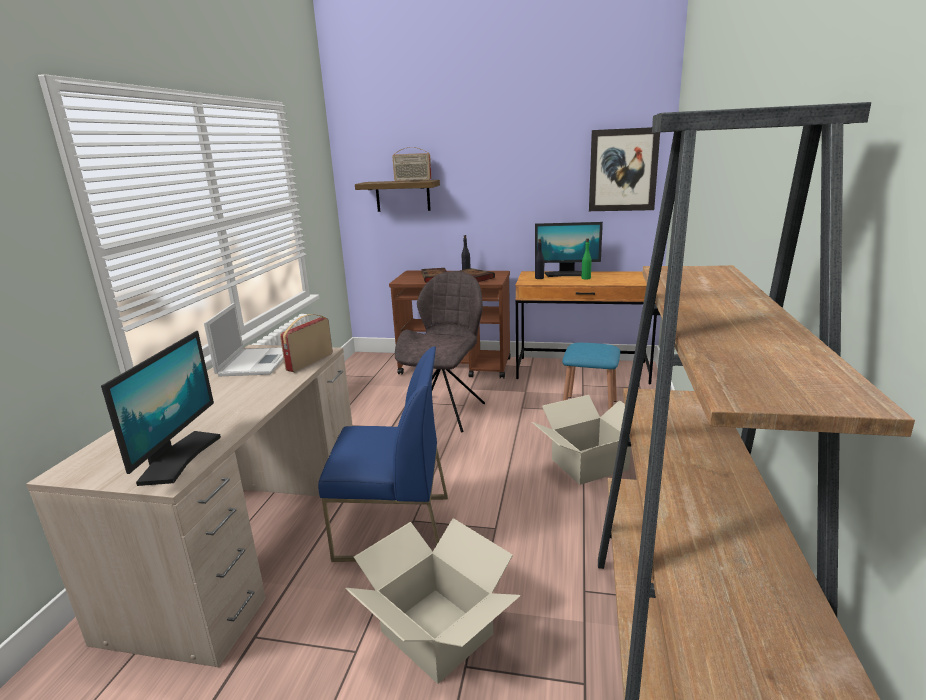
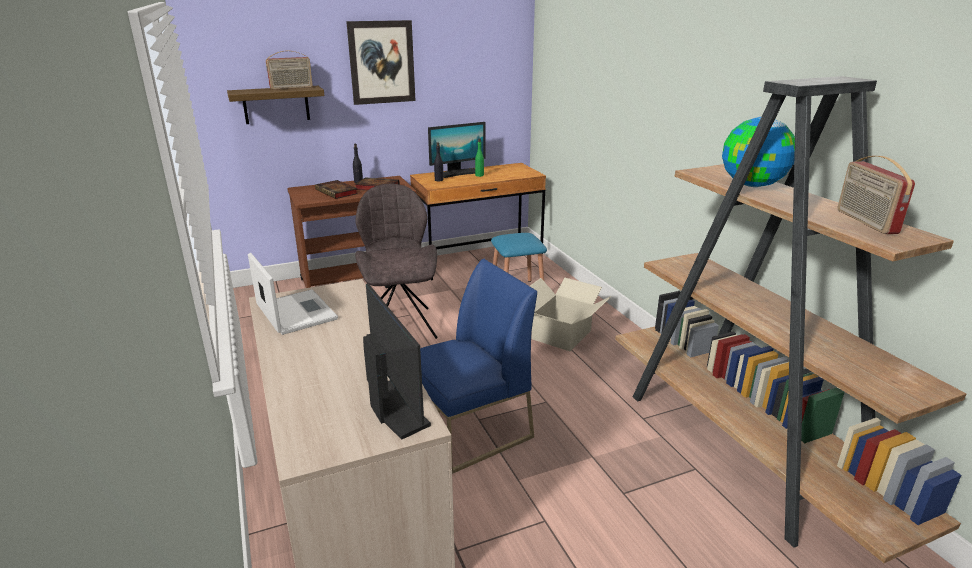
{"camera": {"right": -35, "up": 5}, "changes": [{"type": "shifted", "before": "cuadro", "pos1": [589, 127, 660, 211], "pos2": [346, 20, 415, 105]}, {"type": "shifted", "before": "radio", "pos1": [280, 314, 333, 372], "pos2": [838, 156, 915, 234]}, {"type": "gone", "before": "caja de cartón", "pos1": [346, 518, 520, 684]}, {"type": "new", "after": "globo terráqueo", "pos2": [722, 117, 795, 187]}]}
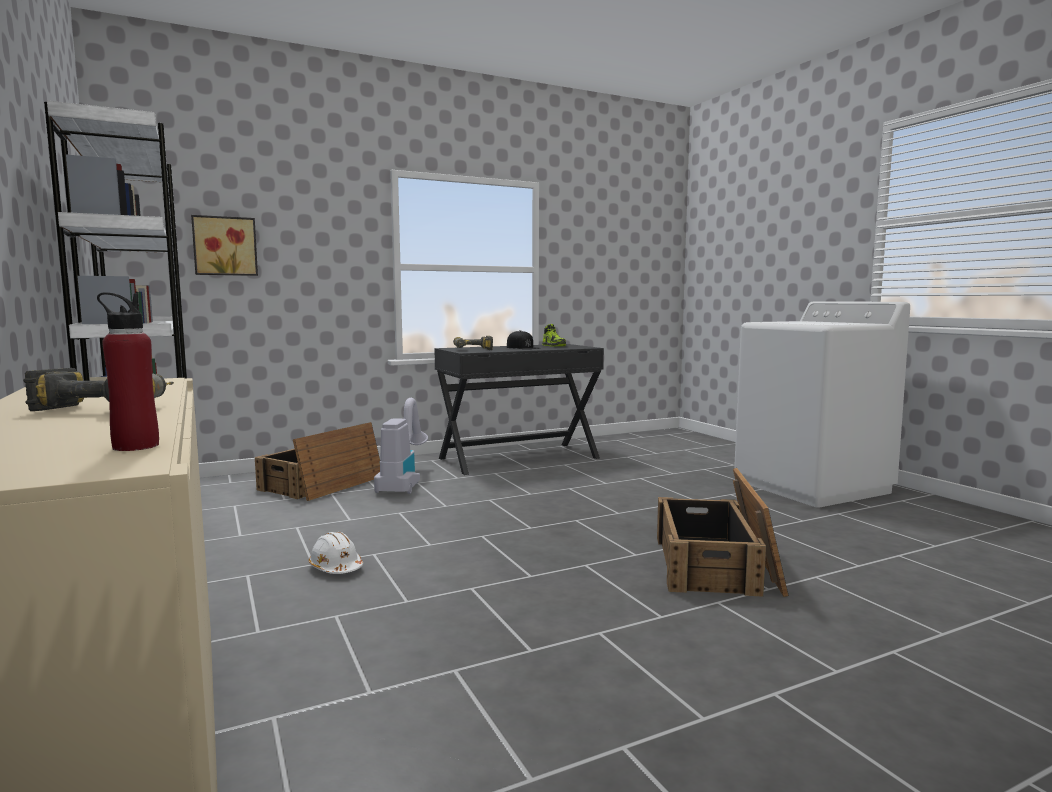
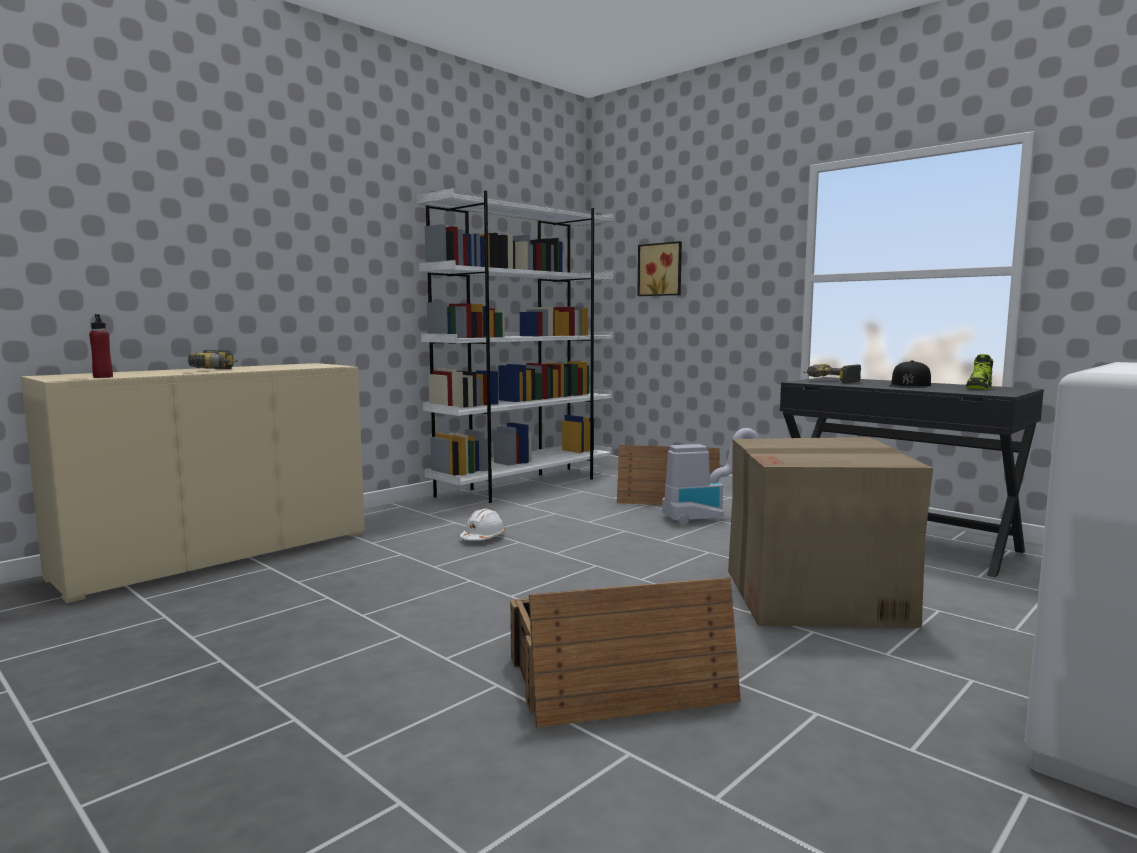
{"camera": {"right": 70, "up": 0}, "changes": [{"type": "new", "after": "caja de cartón", "pos2": [728, 437, 933, 628]}]}
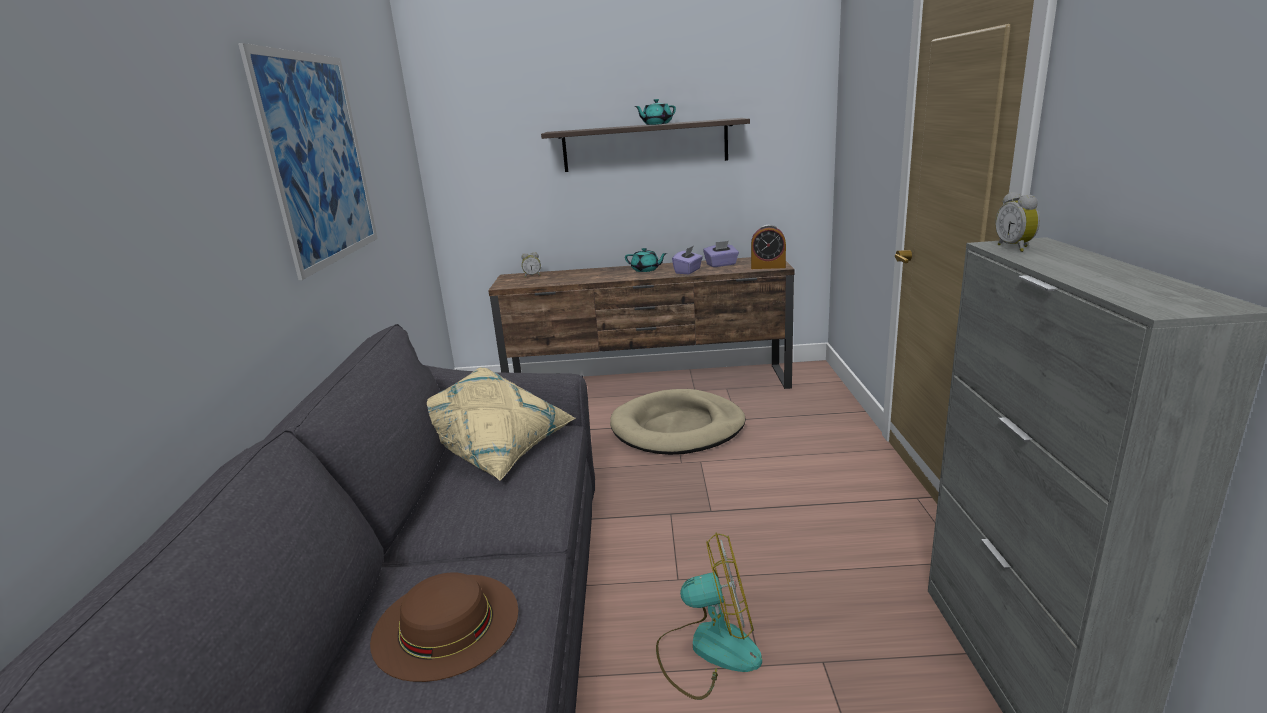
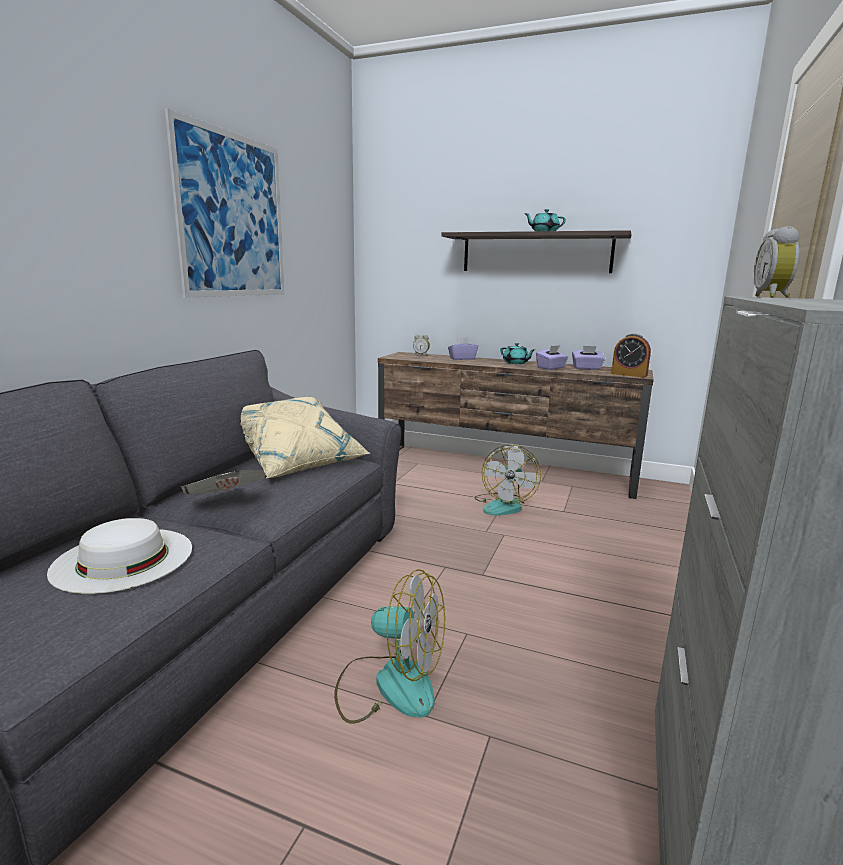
{"camera": {"right": 20, "up": -5}, "changes": [{"type": "swapped", "before": "cama para perro (beis)", "after": "ventilador", "pos1": [610, 389, 746, 455], "pos2": [474, 445, 541, 515]}, {"type": "repainted", "before": "sombrero (marrón)", "after": "sombrero (blanco)", "pos1": [370, 572, 518, 682], "pos2": [47, 518, 192, 594]}, {"type": "new", "after": "caja de pañuelos (morado)", "pos2": [448, 337, 478, 360]}, {"type": "new", "after": "periódico", "pos2": [180, 470, 267, 495]}]}
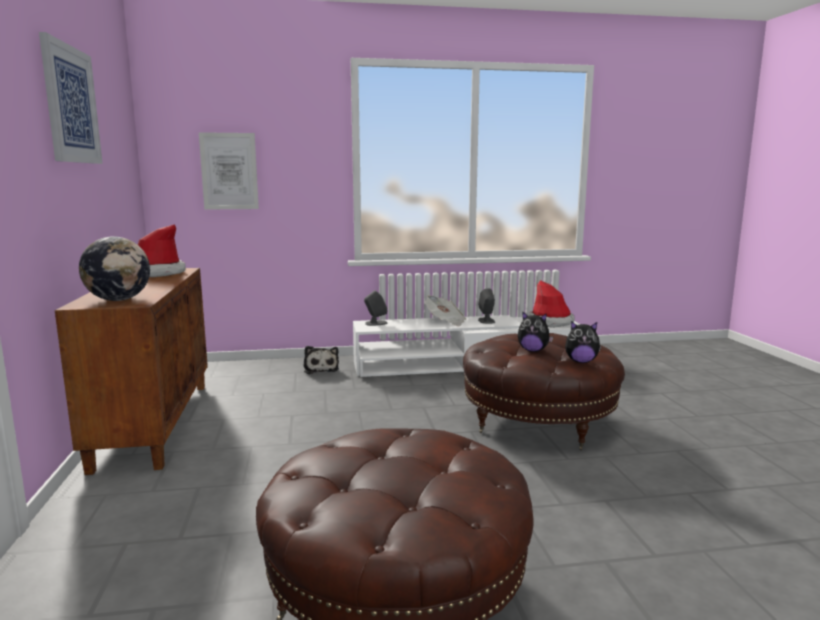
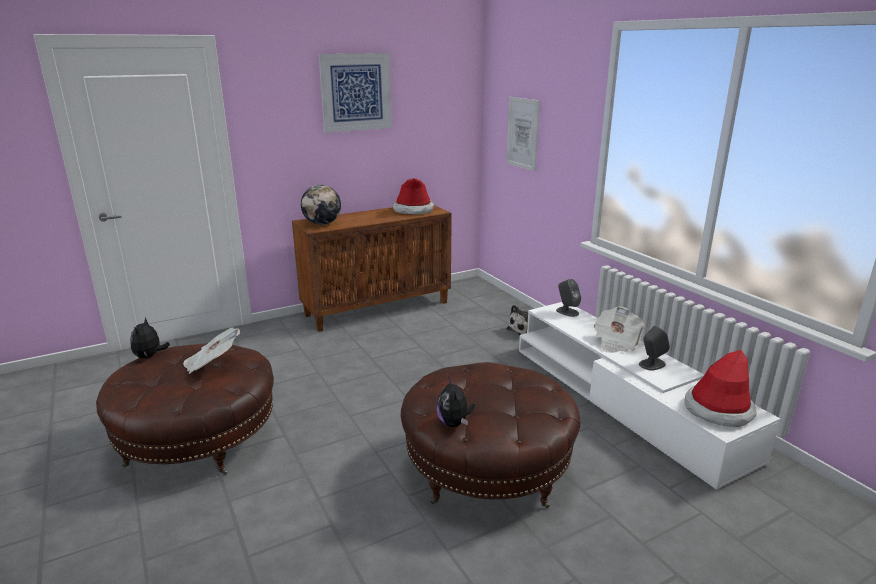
{"camera": {"right": 70, "up": 10}, "changes": [{"type": "shifted", "before": "peluche", "pos1": [518, 312, 554, 352], "pos2": [130, 318, 170, 359]}, {"type": "new", "after": "periódico", "pos2": [183, 328, 240, 374]}]}
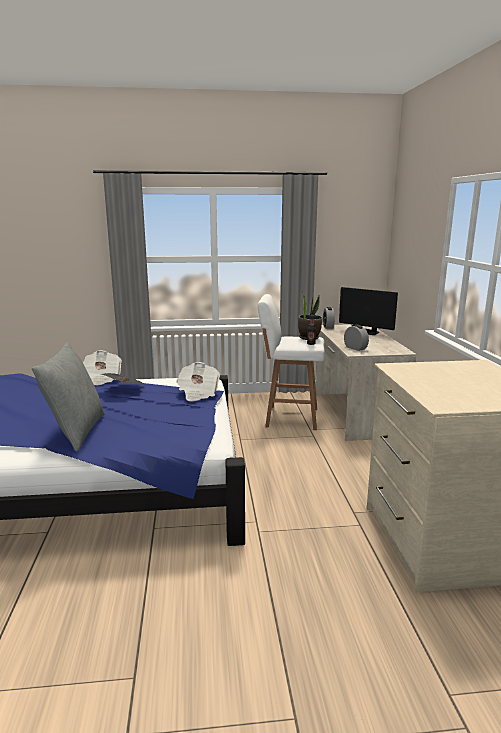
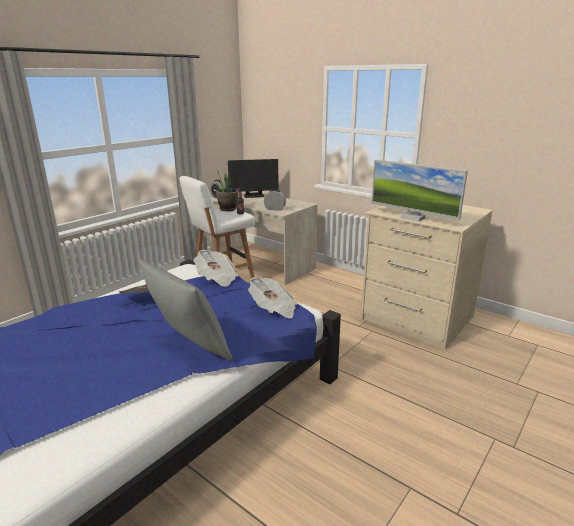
{"camera": {"right": -45, "up": 5}, "changes": [{"type": "shifted", "before": "periódico", "pos1": [83, 350, 122, 386], "pos2": [248, 277, 297, 319]}, {"type": "new", "after": "monitor", "pos2": [371, 159, 468, 222]}]}
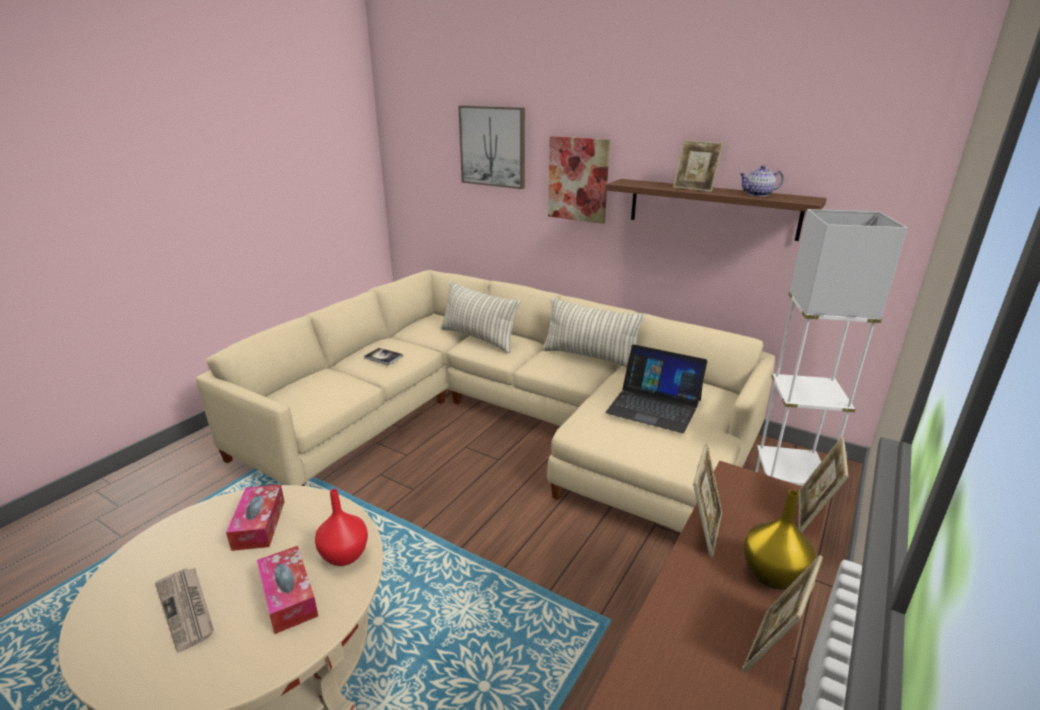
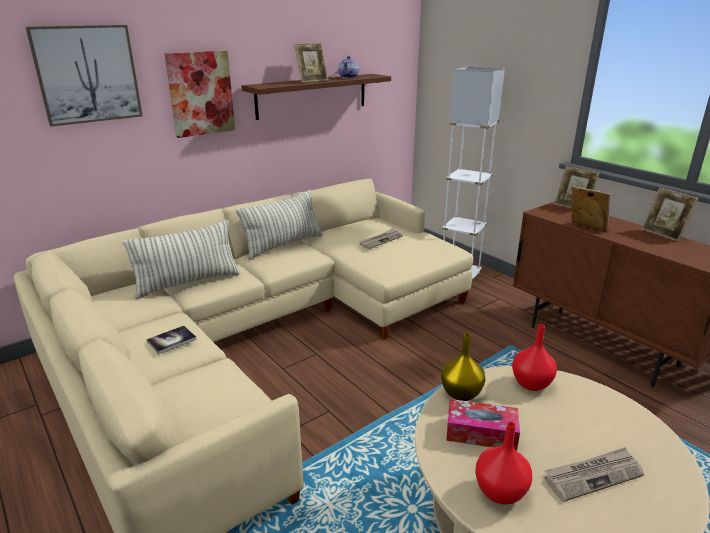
{"camera": {"right": -70, "up": 0}, "changes": [{"type": "swapped", "before": "portátil", "after": "periódico", "pos1": [605, 344, 707, 433], "pos2": [359, 228, 403, 249]}, {"type": "shifted", "before": "florero (amarillo)", "pos1": [744, 490, 815, 590], "pos2": [441, 333, 485, 401]}, {"type": "gone", "before": "caja de pañuelos", "pos1": [257, 546, 318, 634]}, {"type": "new", "after": "florero (rojo)", "pos2": [475, 422, 532, 505]}]}
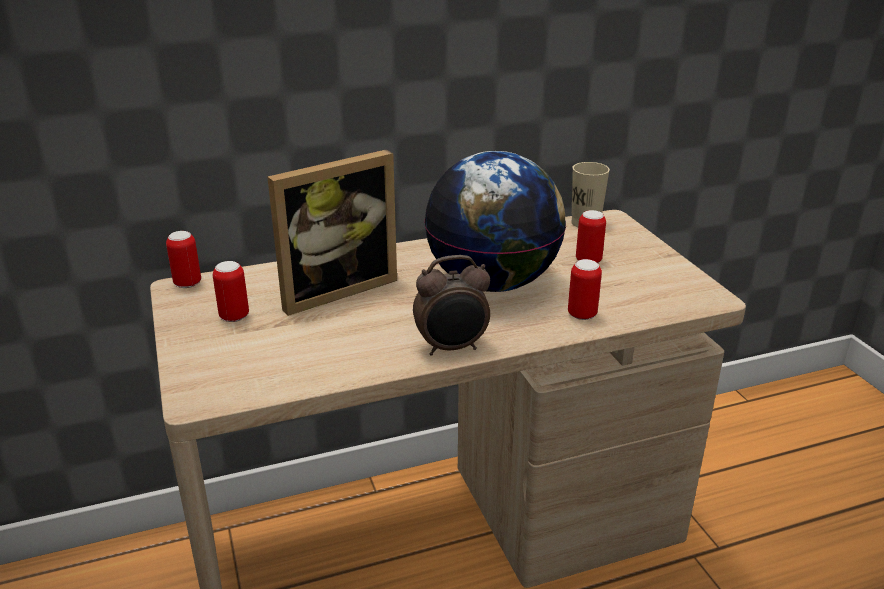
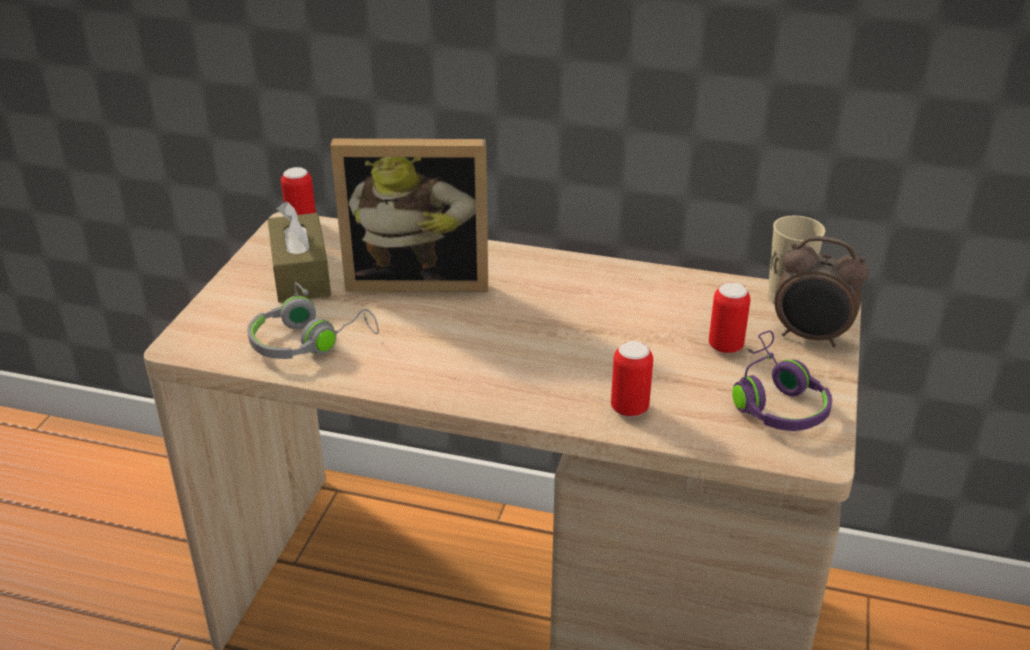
{"camera": {"right": 35, "up": 5}, "changes": [{"type": "gone", "before": "globo terráqueo", "pos1": [424, 151, 566, 292]}, {"type": "shifted", "before": "despertador", "pos1": [413, 255, 490, 356], "pos2": [775, 236, 868, 347]}, {"type": "swapped", "before": "lata", "after": "caja de pañuelos (marrón)", "pos1": [213, 261, 249, 322], "pos2": [268, 201, 331, 303]}, {"type": "new", "after": "auriculares (gris)", "pos2": [247, 282, 379, 359]}, {"type": "new", "after": "auriculares (morado)", "pos2": [732, 331, 832, 431]}]}
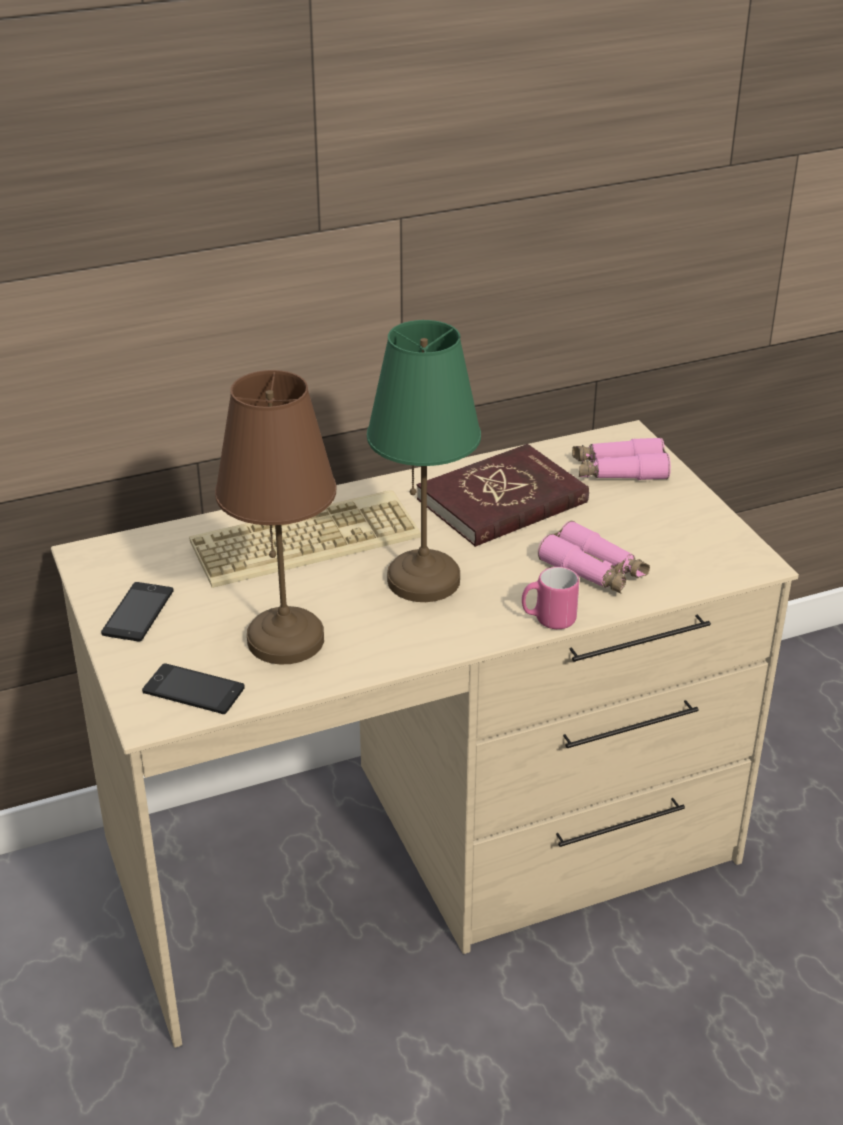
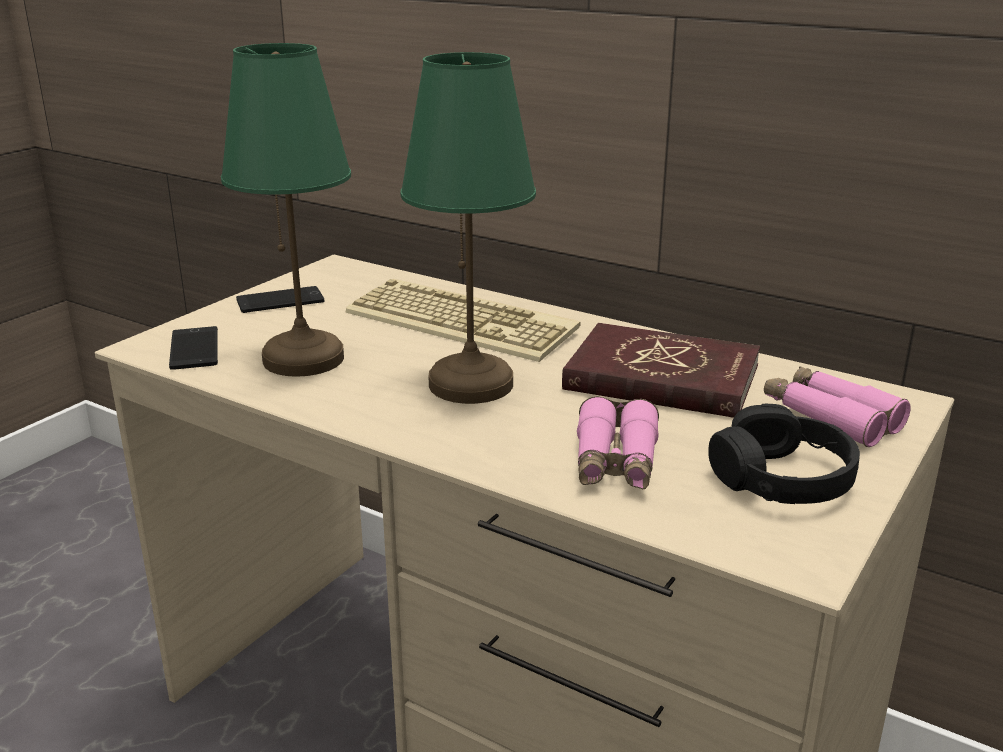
{"camera": {"right": 55, "up": -10}, "changes": [{"type": "repainted", "before": "lámpara de mesa (marrón)", "after": "lámpara de mesa (verde)", "pos1": [215, 370, 336, 665], "pos2": [221, 43, 351, 377]}, {"type": "gone", "before": "taza grande (rosa)", "pos1": [522, 567, 579, 629]}, {"type": "new", "after": "auriculares (negro)", "pos2": [708, 404, 860, 504]}]}
